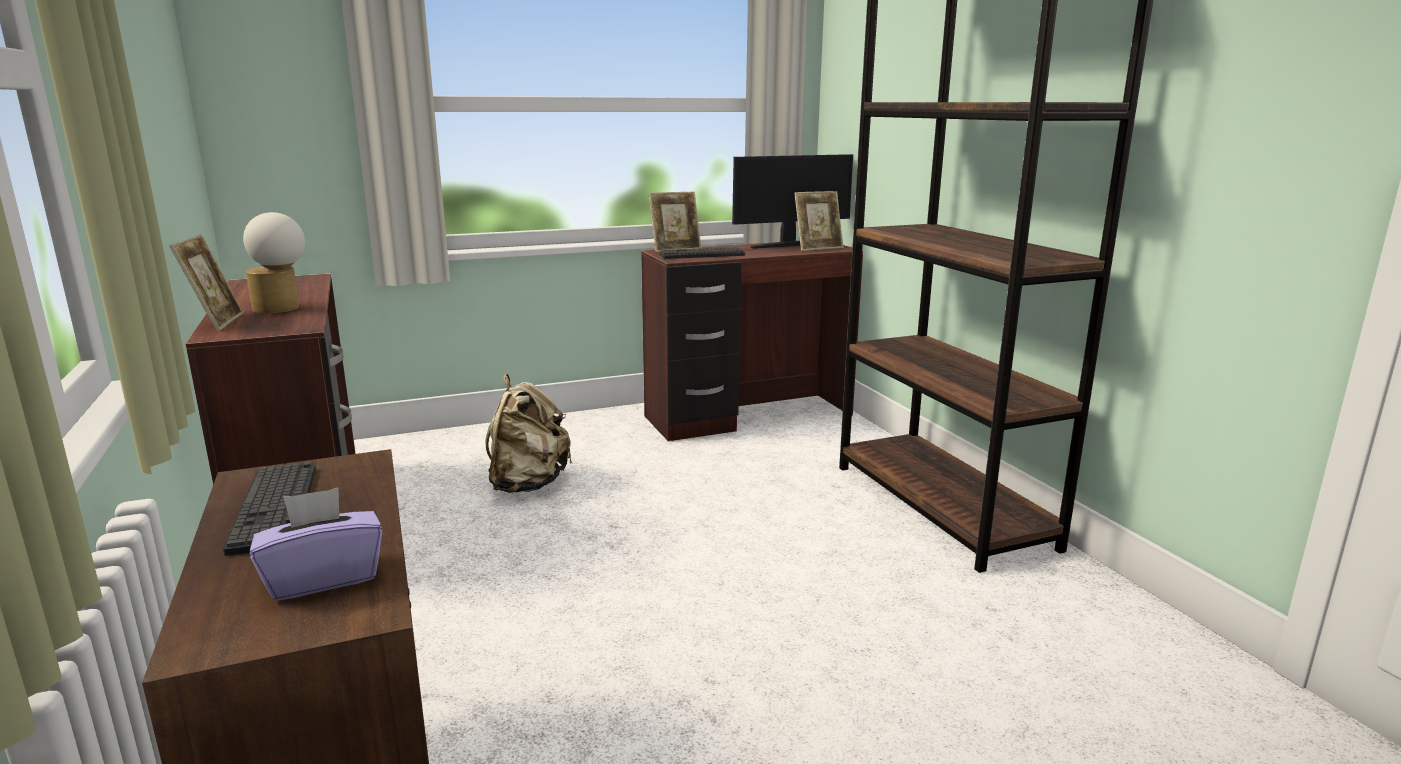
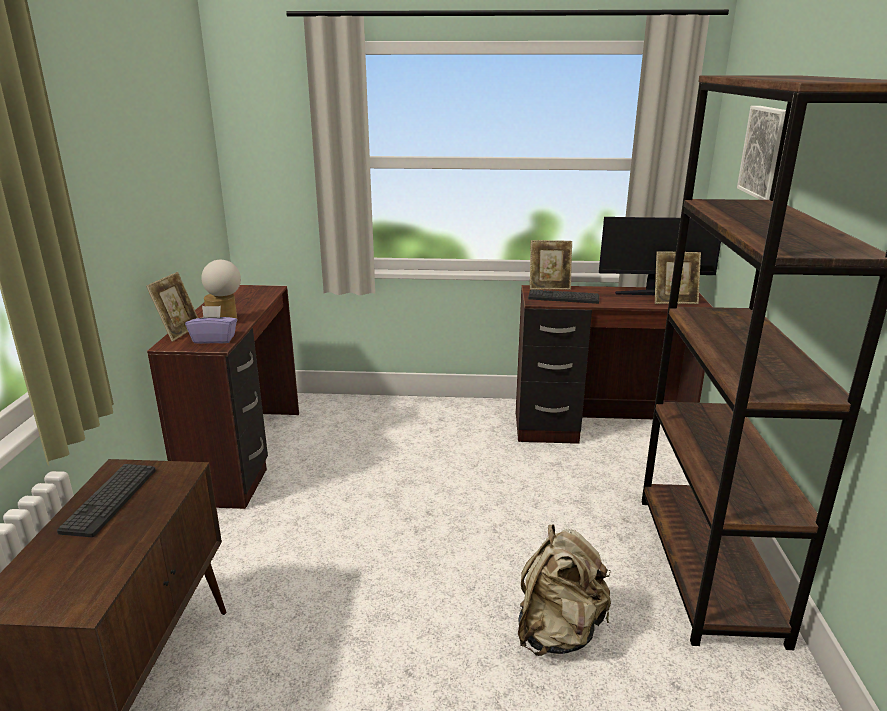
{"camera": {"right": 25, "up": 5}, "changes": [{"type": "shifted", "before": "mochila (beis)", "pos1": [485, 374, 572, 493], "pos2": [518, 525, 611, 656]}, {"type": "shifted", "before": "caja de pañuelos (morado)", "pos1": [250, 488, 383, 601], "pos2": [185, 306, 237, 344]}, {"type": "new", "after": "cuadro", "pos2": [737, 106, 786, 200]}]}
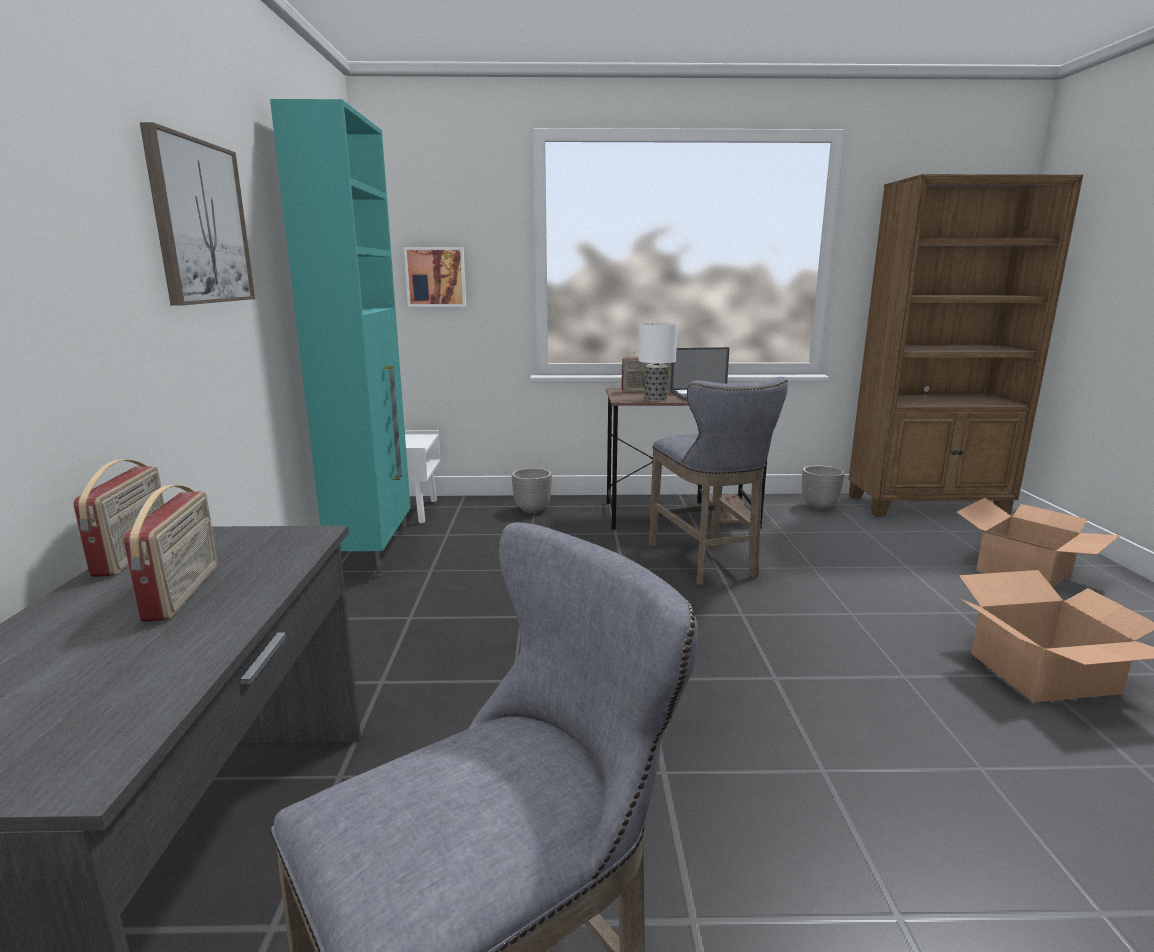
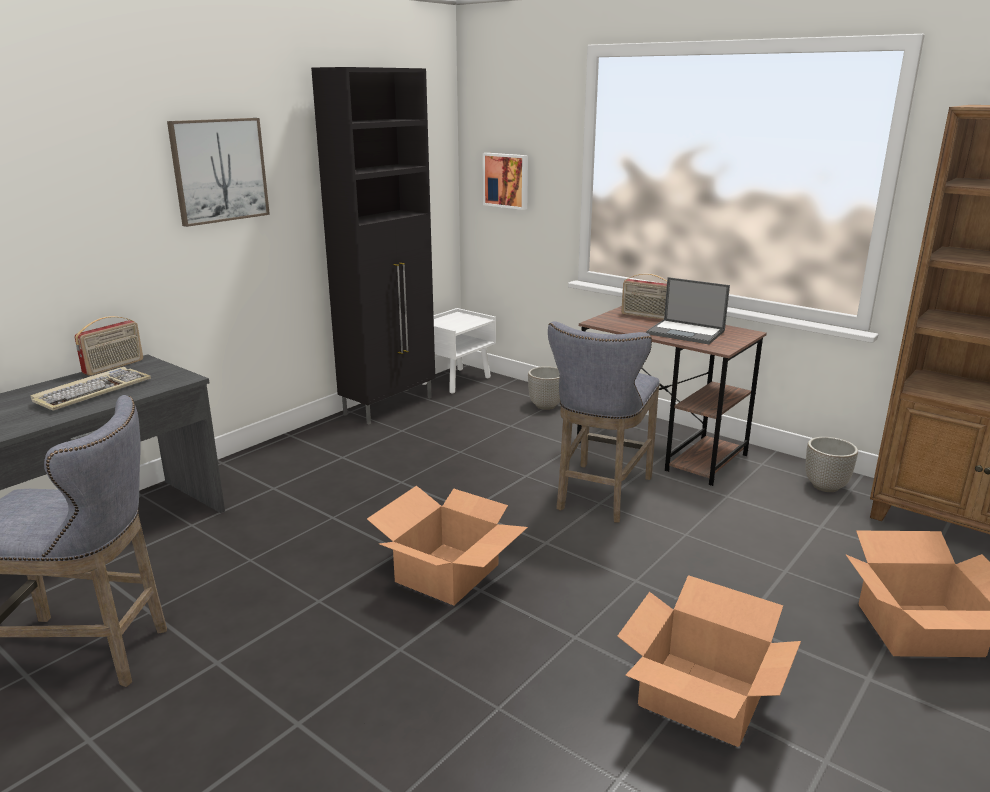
{"camera": {"right": 40, "up": 5}, "changes": [{"type": "repainted", "before": "armario (turquesa)", "after": "armario (negro)", "pos1": [270, 99, 411, 576], "pos2": [311, 67, 435, 424]}, {"type": "gone", "before": "lámpara de mesa", "pos1": [638, 323, 678, 402]}, {"type": "swapped", "before": "radio", "after": "teclado", "pos1": [124, 485, 218, 622], "pos2": [30, 367, 151, 411]}, {"type": "new", "after": "caja de cartón", "pos2": [367, 486, 528, 605]}]}
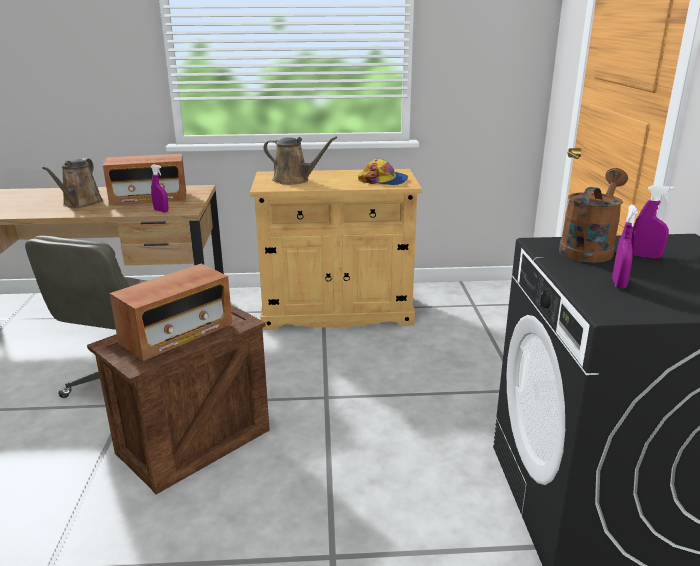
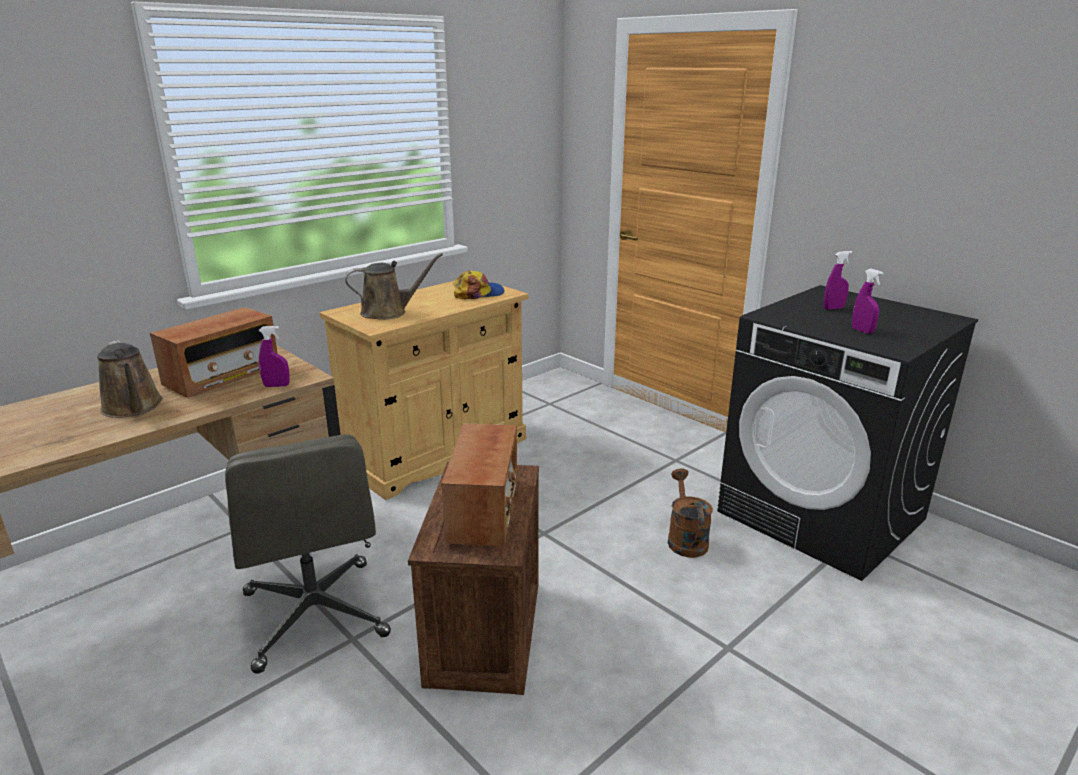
{"camera": {"right": -40, "up": 0}, "changes": [{"type": "shifted", "before": "regadera (marrón)", "pos1": [559, 168, 628, 263], "pos2": [668, 468, 713, 558]}]}
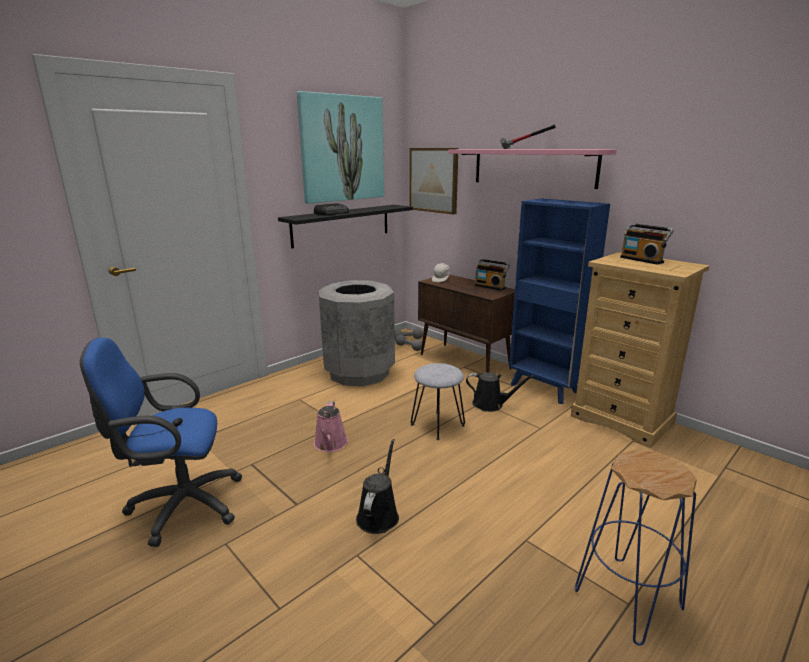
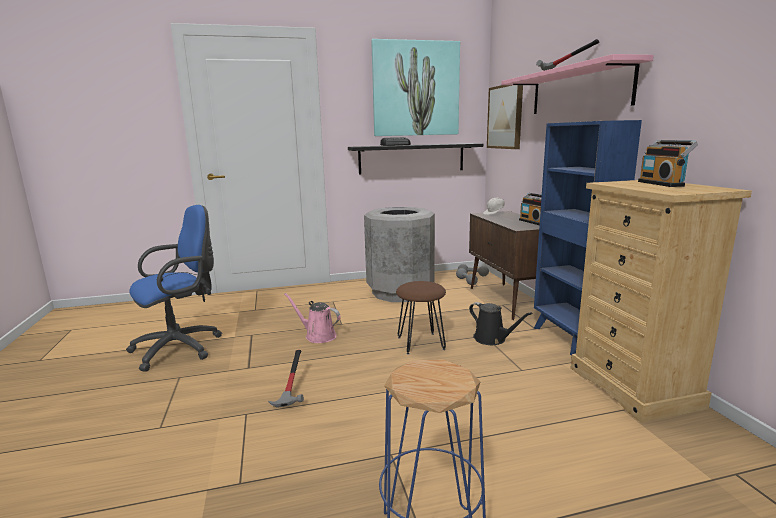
{"camera": {"right": 30, "up": -5}, "changes": [{"type": "rotated", "before": "silla de oficina (azul)", "pos1": [80, 338, 242, 547], "pos2": [126, 205, 222, 372], "turn": 120}, {"type": "repainted", "before": "taburete (gris)", "after": "taburete (marrón)", "pos1": [411, 363, 465, 440], "pos2": [396, 281, 446, 355]}, {"type": "rotated", "before": "regadera (rosa)", "pos1": [314, 401, 348, 452], "pos2": [284, 293, 341, 343], "turn": 90}, {"type": "swapped", "before": "regadera (negro)", "after": "martillo", "pos1": [356, 439, 399, 534], "pos2": [268, 350, 304, 408]}]}
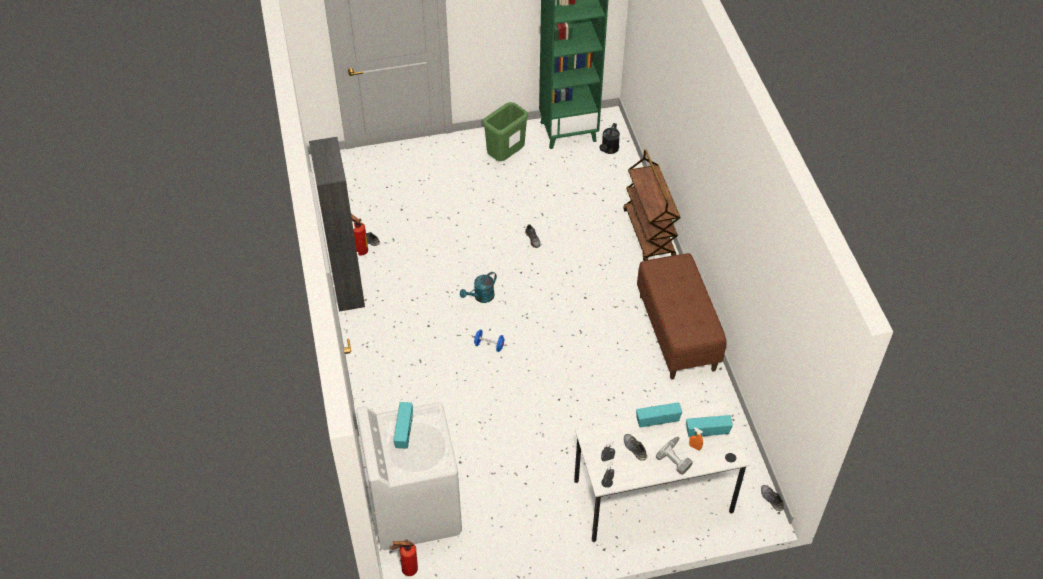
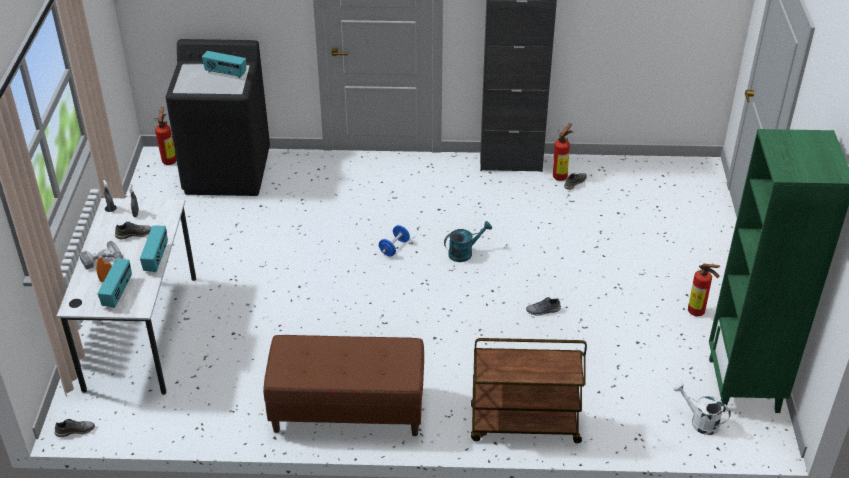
{"camera": {"right": 105, "up": -10}, "changes": [{"type": "swapped", "before": "papelera (verde)", "after": "extintor", "pos1": [483, 102, 529, 161], "pos2": [688, 264, 720, 316]}, {"type": "repainted", "before": "regadera (negro)", "after": "regadera (blanco)", "pos1": [600, 123, 620, 154], "pos2": [673, 382, 731, 435]}, {"type": "rotated", "before": "regadera (turquesa)", "pos1": [460, 272, 497, 303], "pos2": [444, 221, 492, 262], "turn": 90}, {"type": "repainted", "before": "lavadora (blanco)", "after": "lavadora (negro)", "pos1": [356, 402, 462, 551], "pos2": [166, 39, 270, 196]}]}
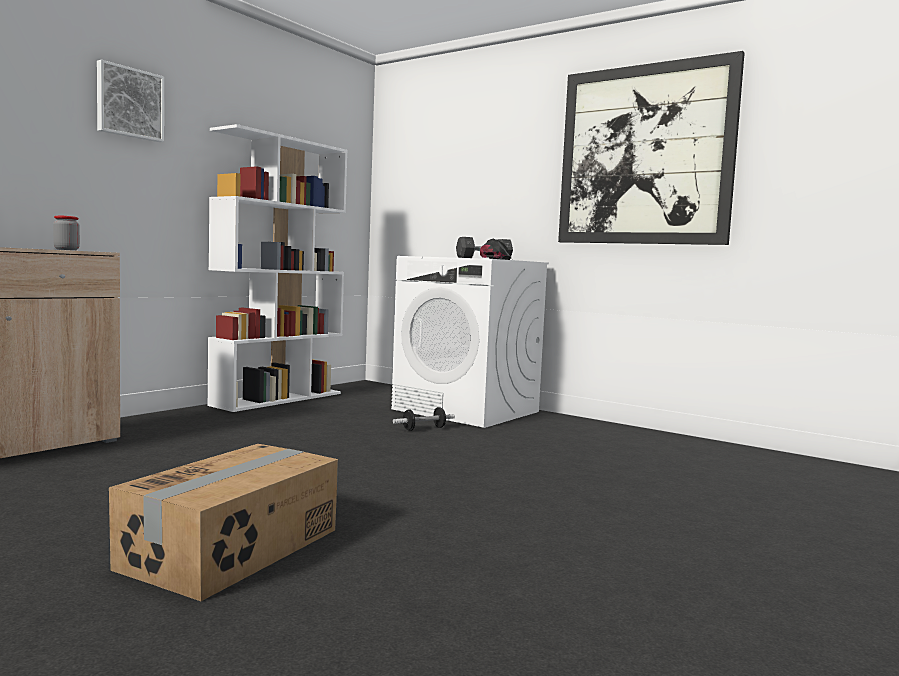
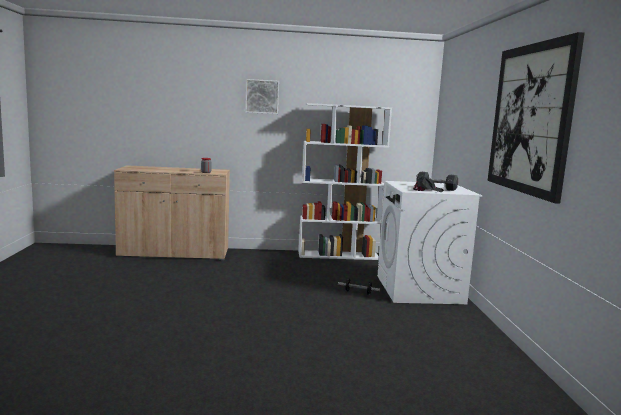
{"camera": {"right": 50, "up": 5}, "changes": [{"type": "gone", "before": "caja de cartón", "pos1": [109, 444, 338, 601]}]}
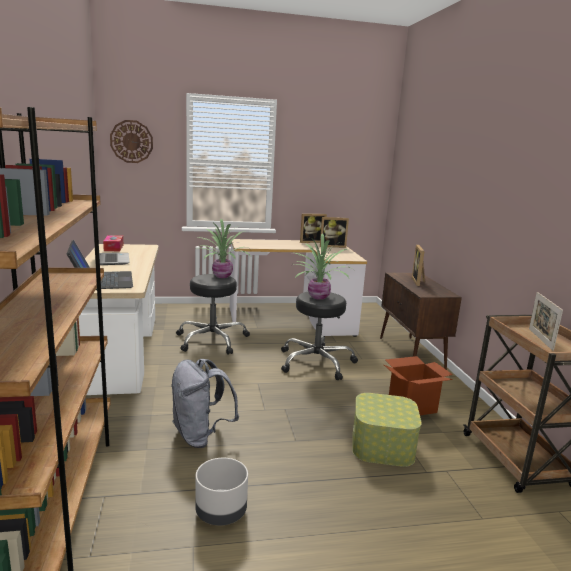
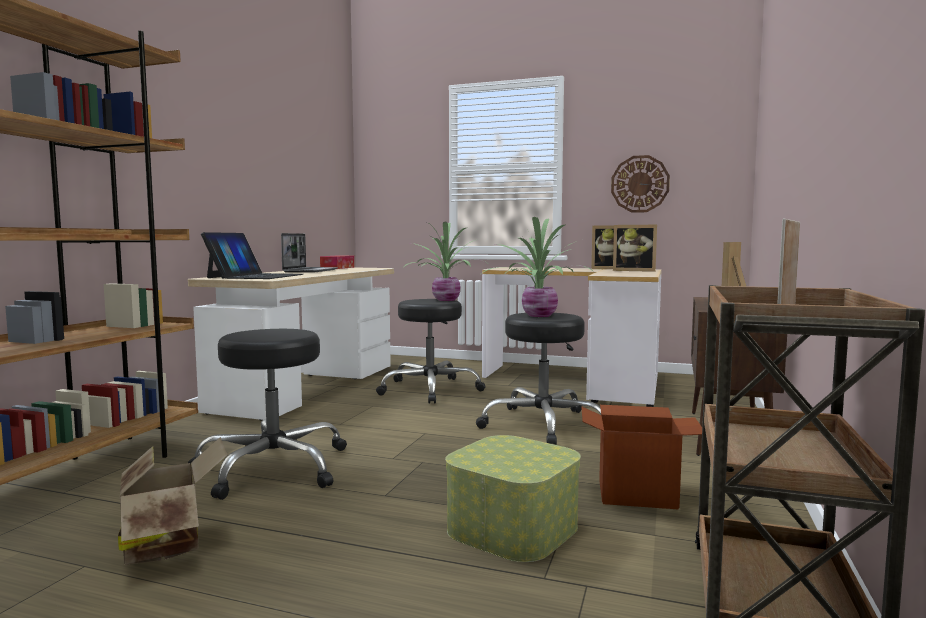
{"camera": {"right": 30, "up": -10}, "changes": [{"type": "shifted", "before": "reloj de pared", "pos1": [110, 120, 153, 163], "pos2": [611, 155, 670, 213]}, {"type": "swapped", "before": "mochila (gris)", "after": "taburete (negro)", "pos1": [171, 359, 239, 448], "pos2": [188, 329, 347, 500]}, {"type": "swapped", "before": "maceta (gris)", "after": "caja de cartón", "pos1": [195, 458, 248, 525], "pos2": [118, 437, 227, 565]}]}
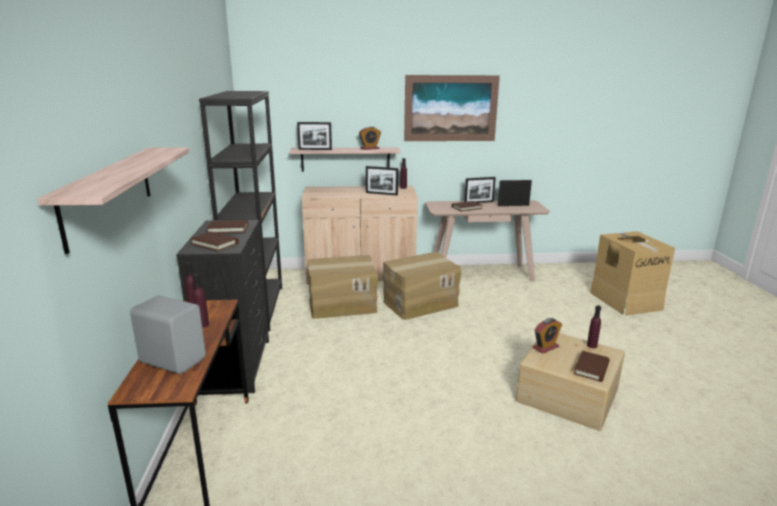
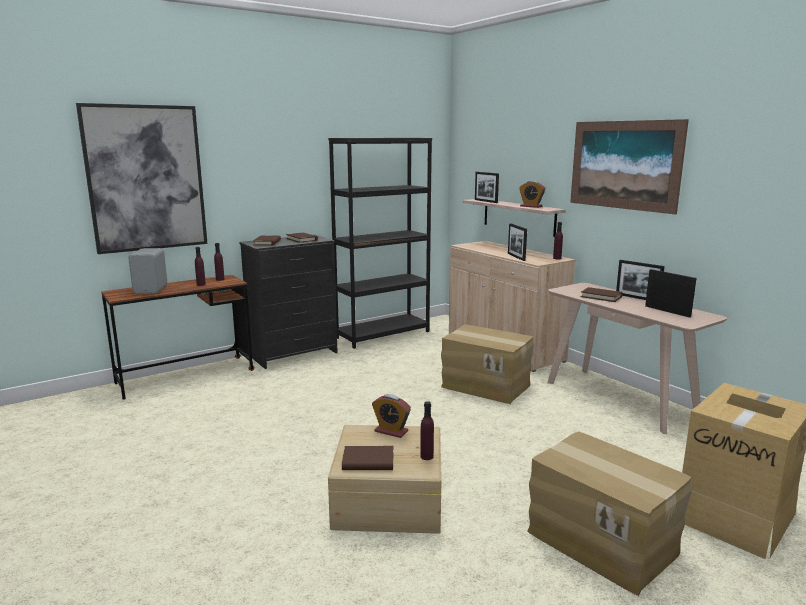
{"camera": {"right": 60, "up": -5}, "changes": [{"type": "swapped", "before": "estante", "after": "cuadro", "pos1": [37, 147, 189, 254], "pos2": [76, 103, 207, 254]}, {"type": "shifted", "before": "caja de cartón", "pos1": [307, 255, 378, 319], "pos2": [527, 431, 692, 596]}]}
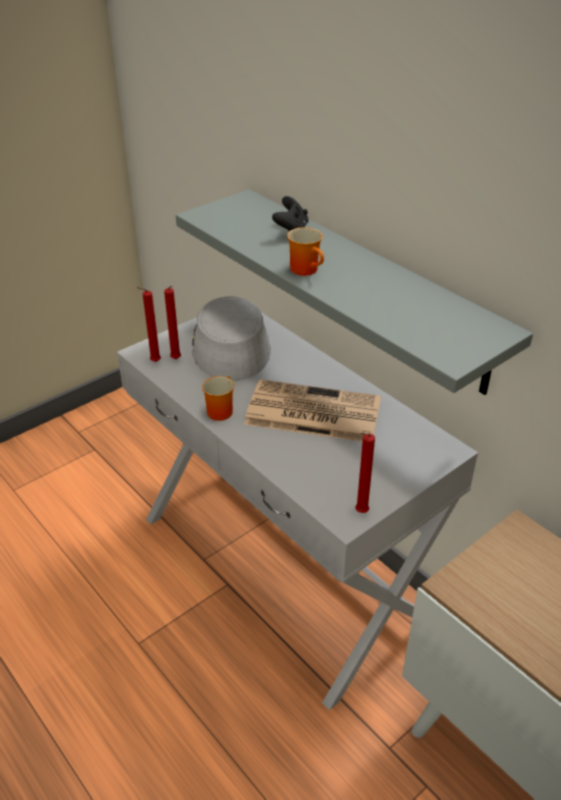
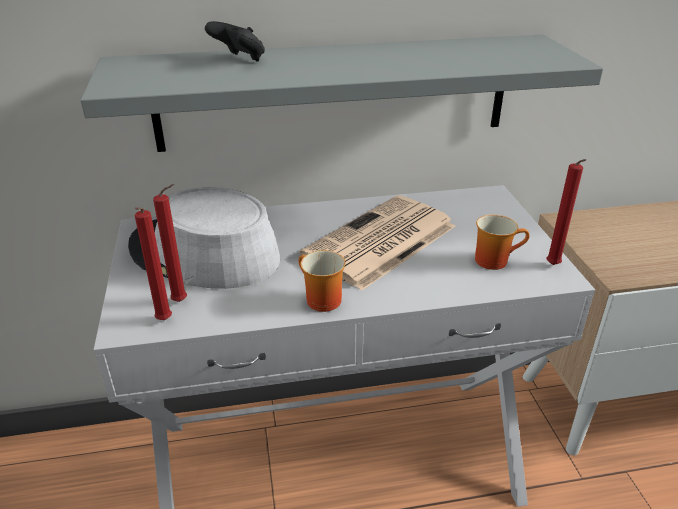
{"camera": {"right": -60, "up": -5}, "changes": [{"type": "shifted", "before": "taza grande", "pos1": [287, 227, 324, 276], "pos2": [475, 215, 530, 270]}]}
